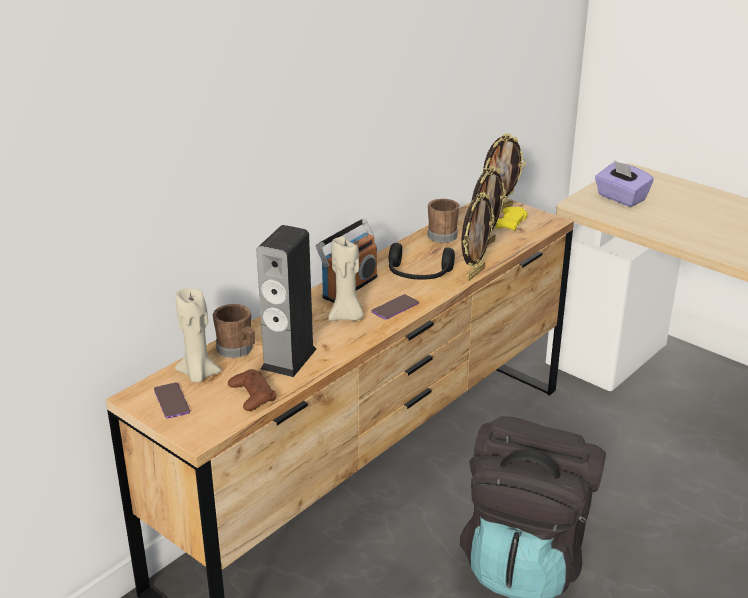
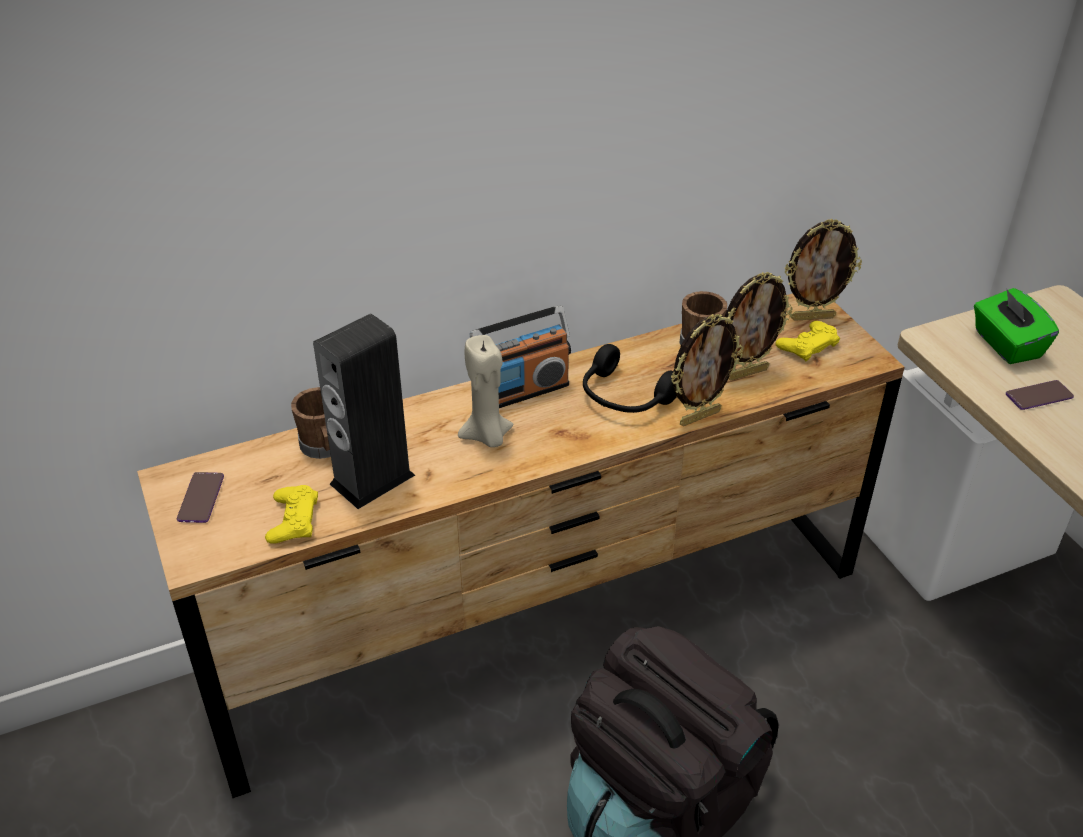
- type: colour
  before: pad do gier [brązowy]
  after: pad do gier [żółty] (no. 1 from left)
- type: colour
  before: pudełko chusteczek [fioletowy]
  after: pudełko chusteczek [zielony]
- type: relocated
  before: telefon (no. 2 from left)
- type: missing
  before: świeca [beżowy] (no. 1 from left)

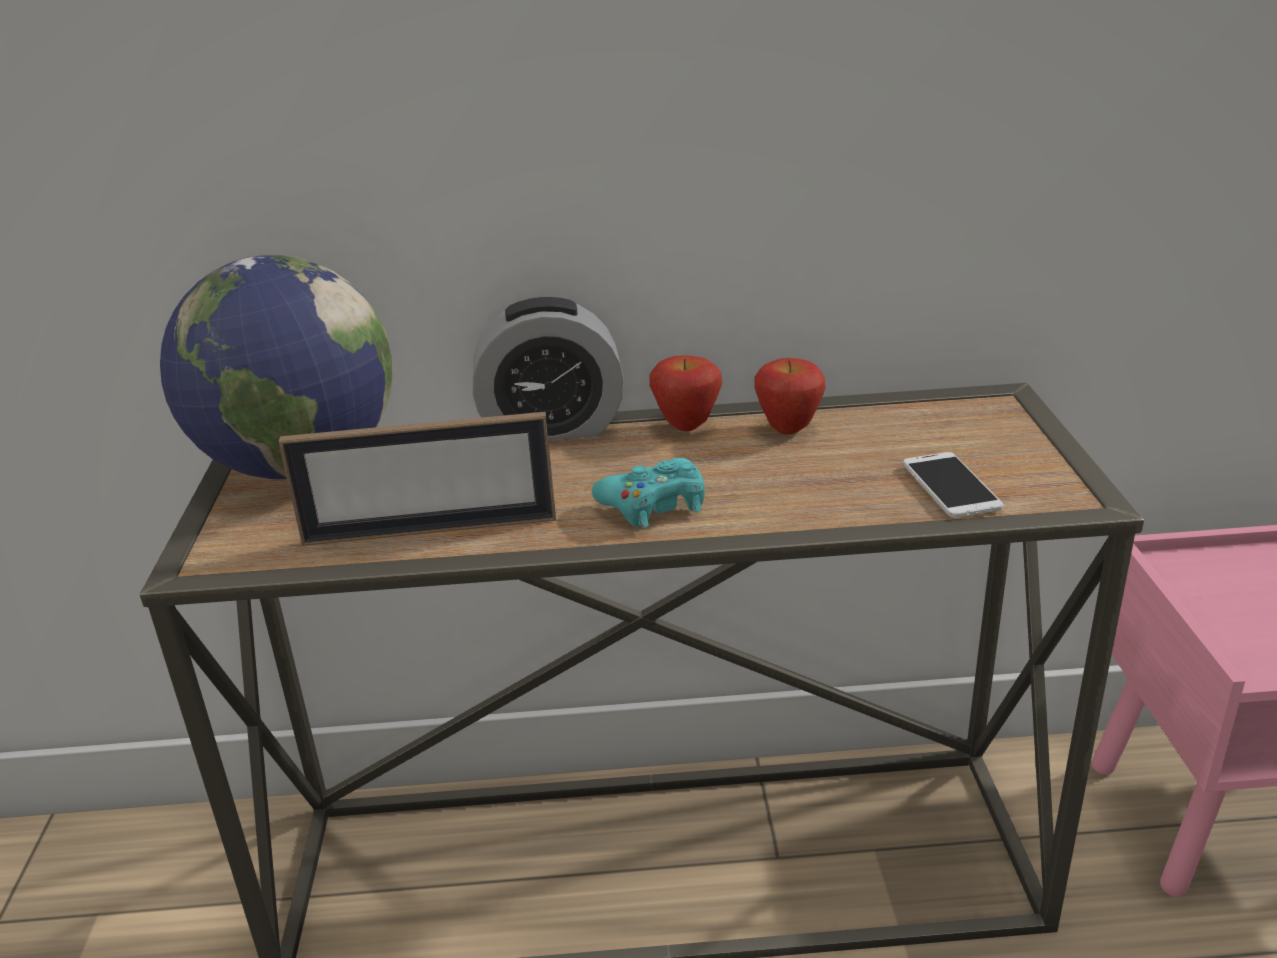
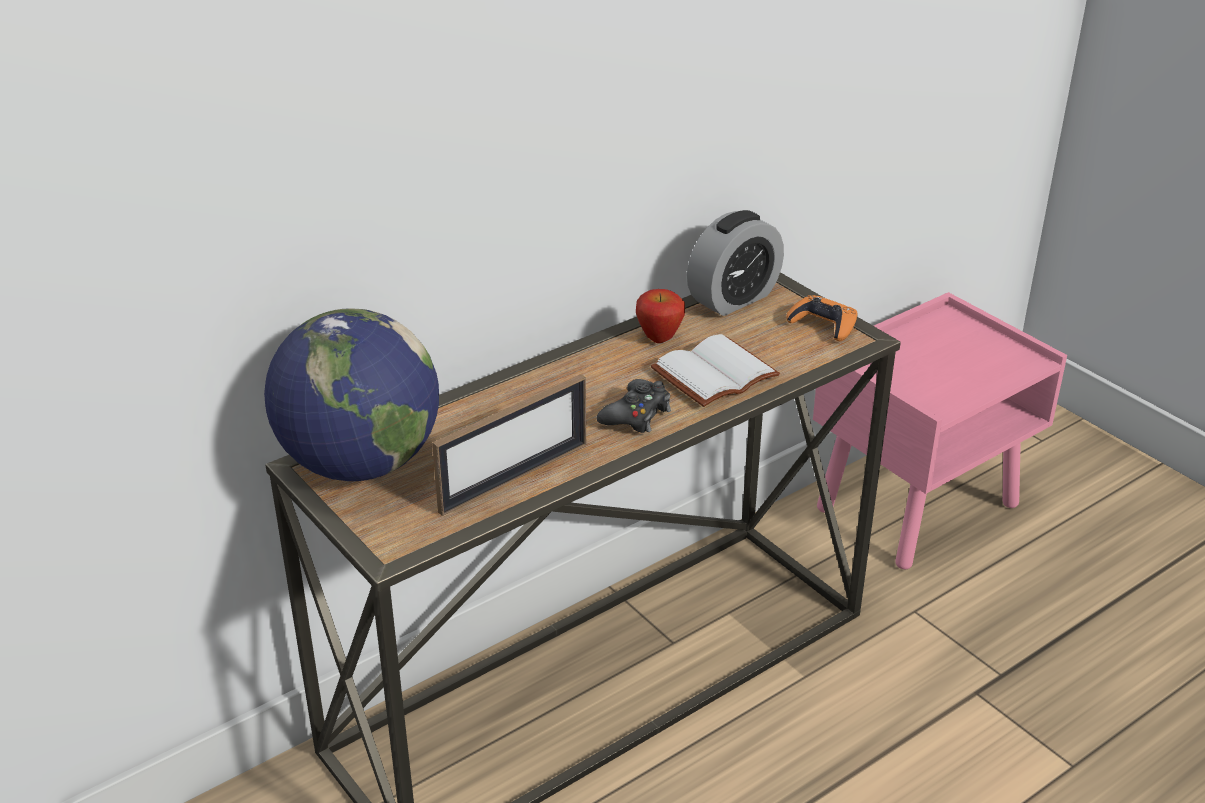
- type: colour
  before: pad do gier [turkusowy]
  after: pad do gier [czarny]
- type: appeared
  after: książka [biały]
- type: relocated
  before: budzik
- type: appeared
  after: pad do gier [pomarańczowy]
- type: missing
  before: jabłko (no. 1 from left)
- type: missing
  before: telefon

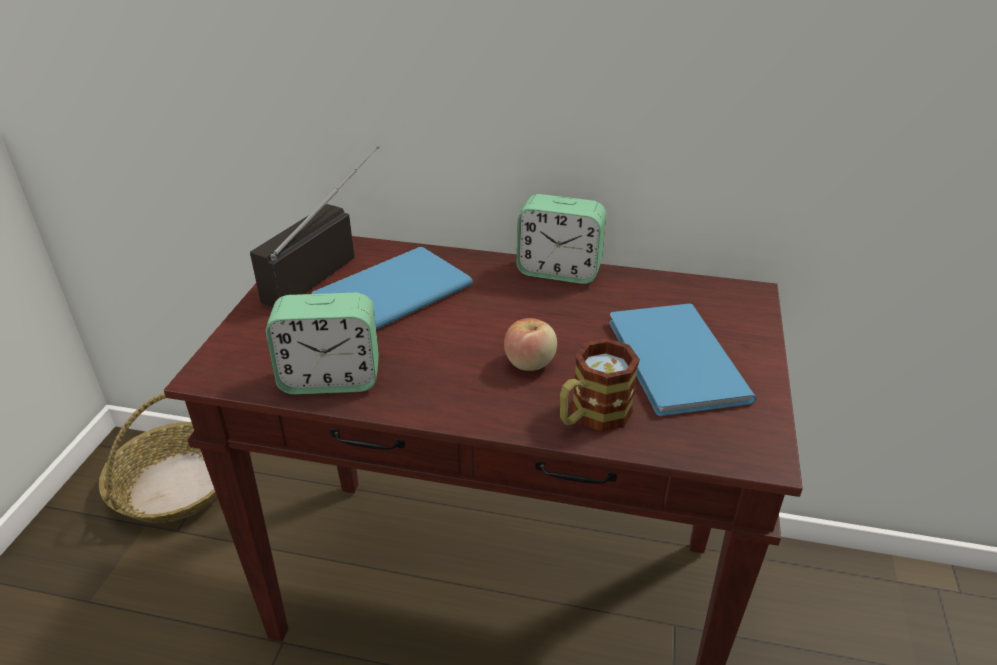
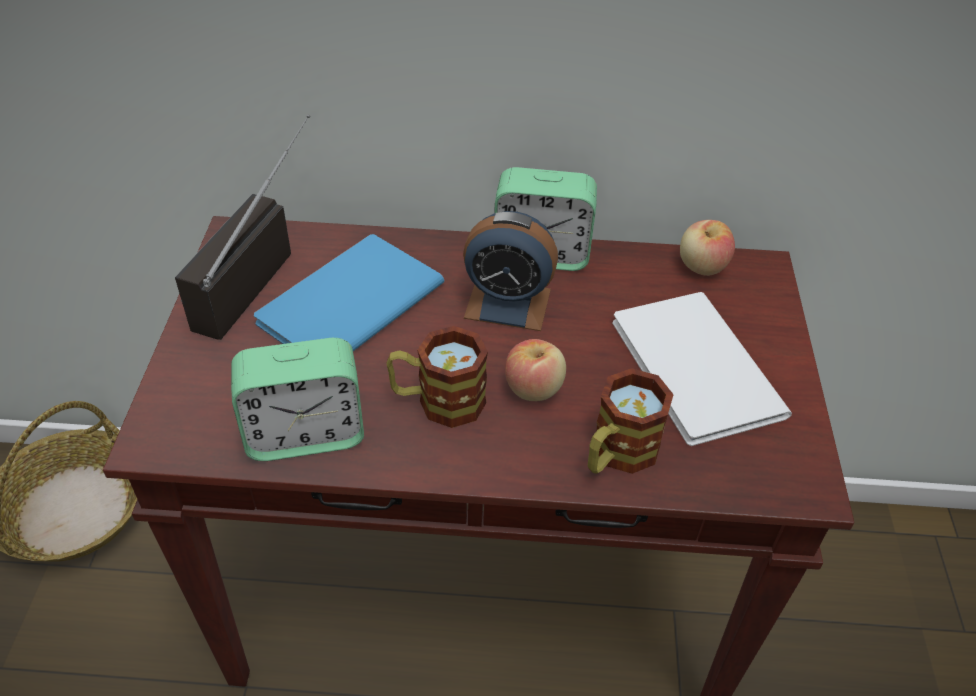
- type: appeared
  after: kubek (no. 1 from left)
- type: appeared
  after: budzik (no. 2 from left)
- type: colour
  before: książka [niebieski] (no. 2 from left)
  after: książka [biały]
- type: appeared
  after: jabłko (no. 2 from left)

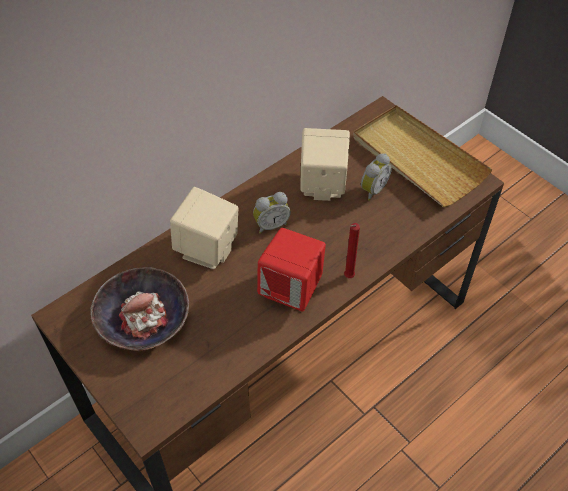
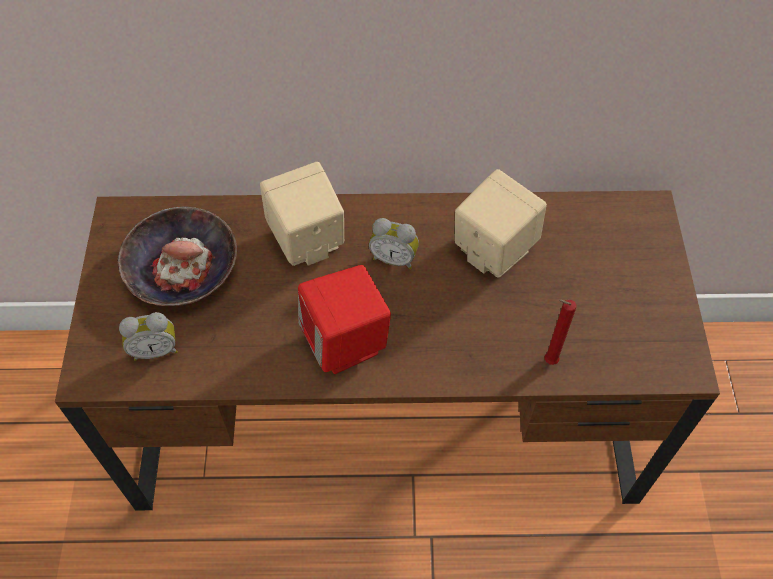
- type: relocated
  before: budzik (no. 2 from left in the first image)
  after: budzik (no. 1 from left)
- type: relocated
  before: świeca [czerwony]
- type: missing
  before: taca [beżowy]

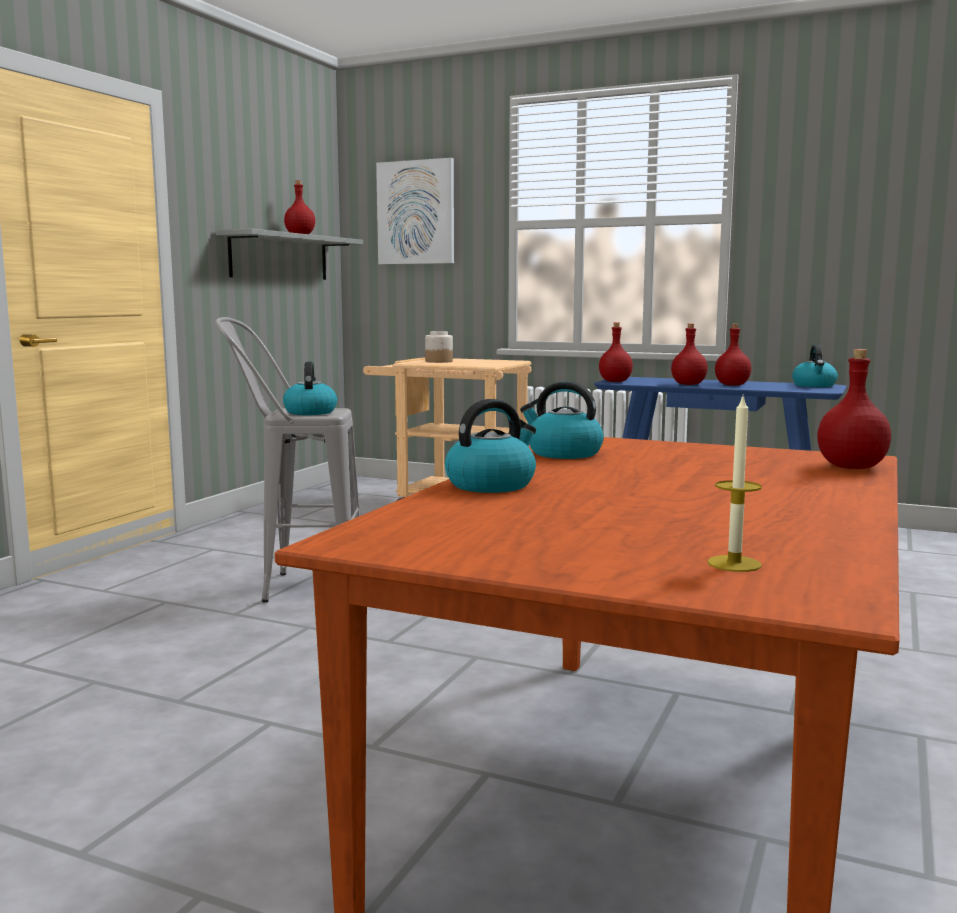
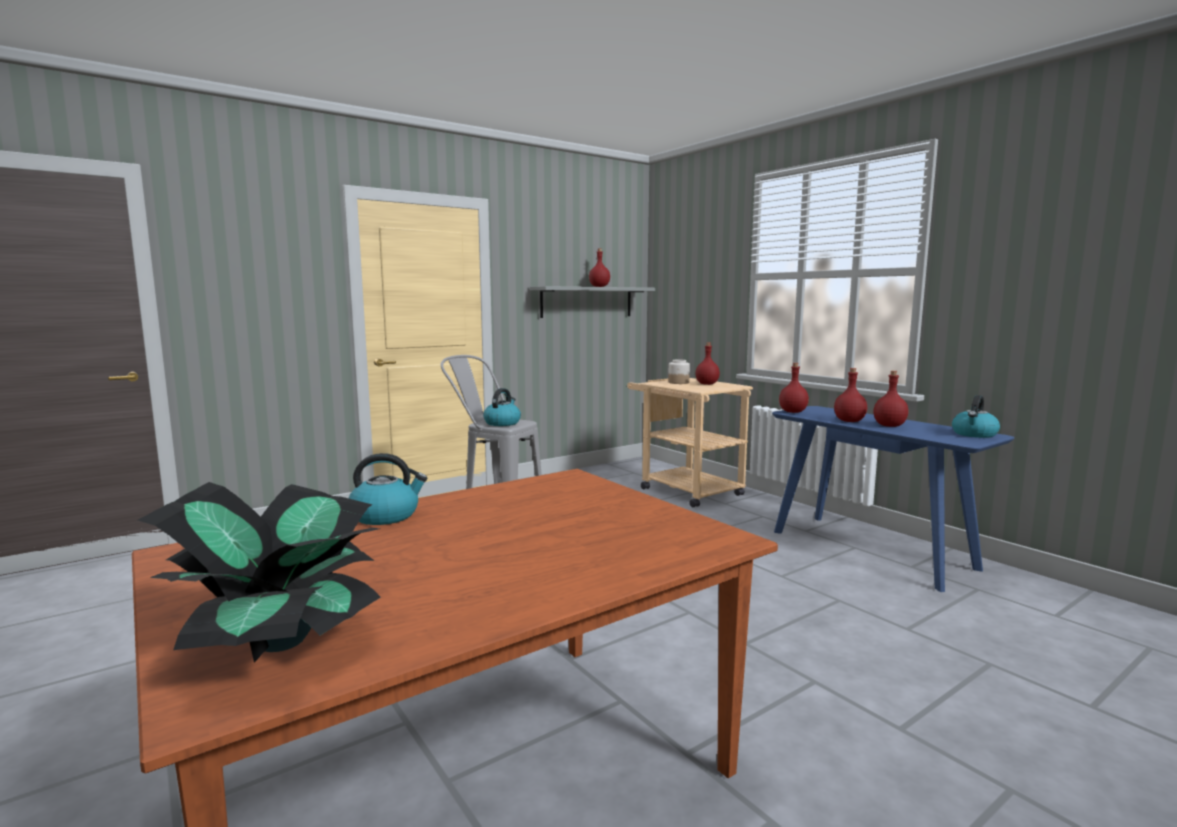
- type: exchanged
  before: świeca
  after: roślina doniczkowa
- type: relocated
  before: butelka [czerwony] (no. 5 from left in the first image)
  after: butelka [czerwony] (no. 2 from left)
- type: missing
  before: obraz
- type: missing
  before: czajnik (no. 3 from left)

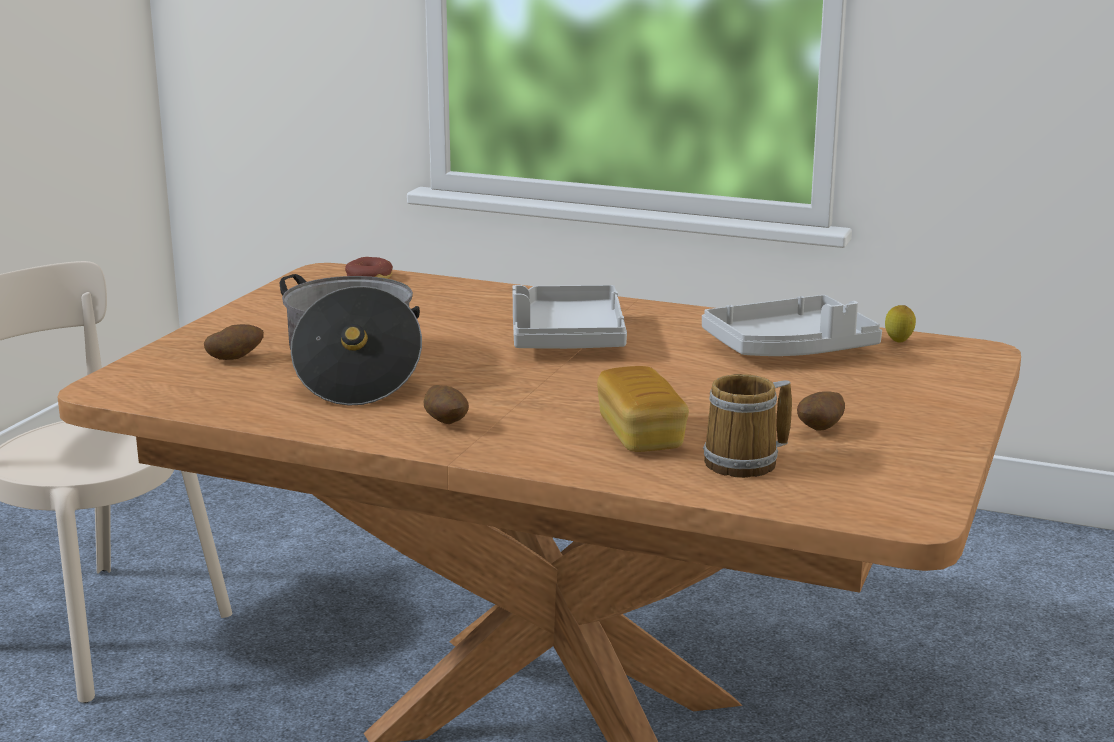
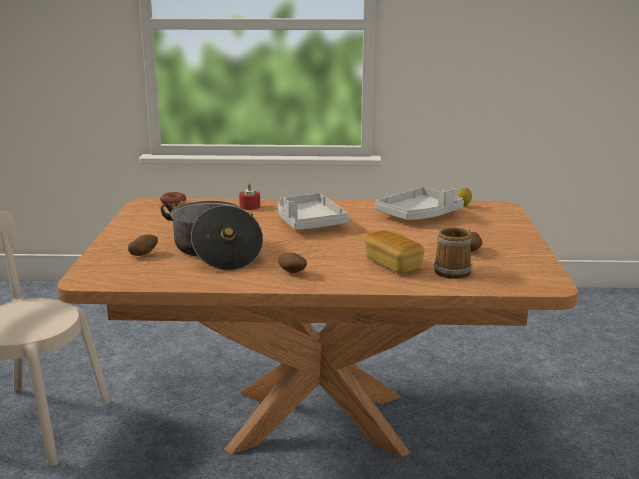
- type: appeared
  after: świeca [czerwony]

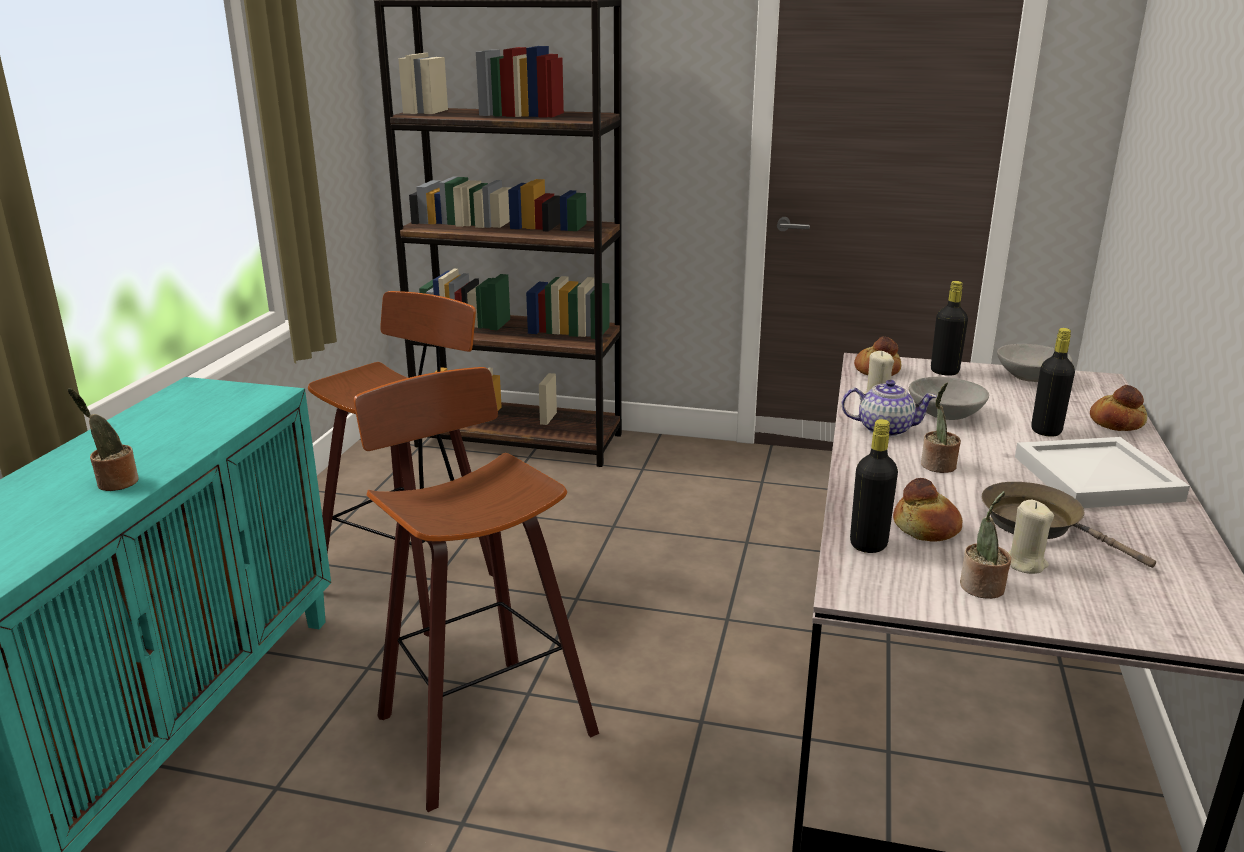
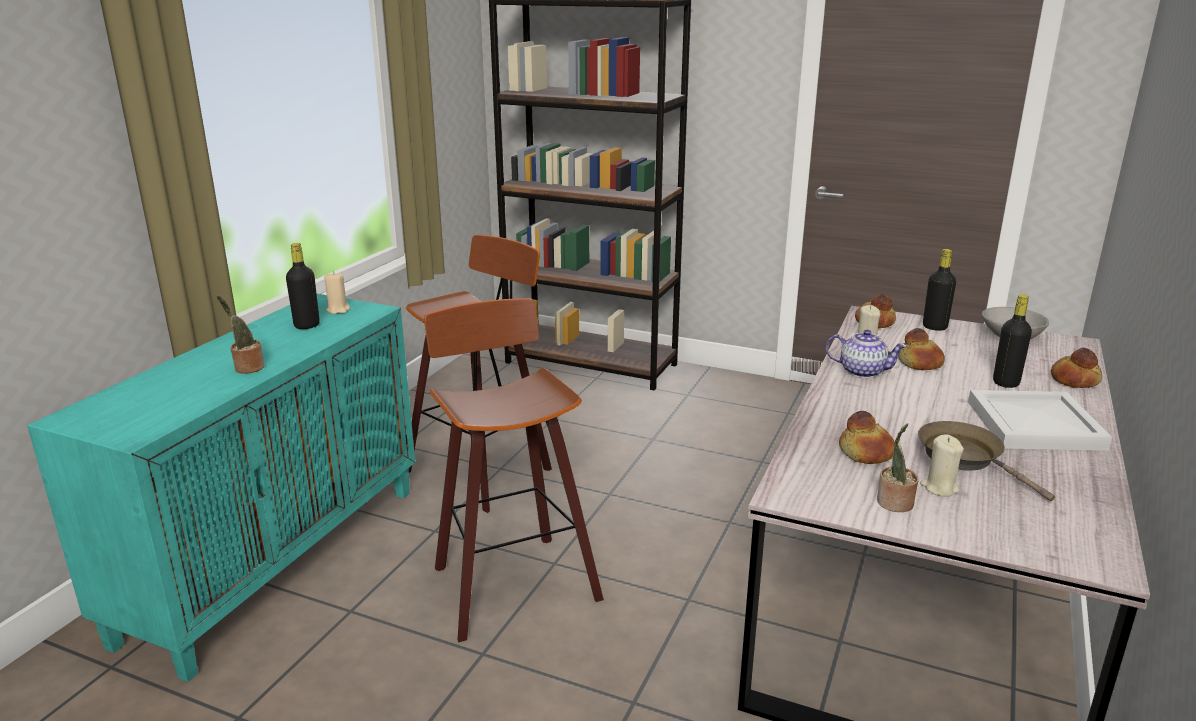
- type: relocated
  before: butelka [czarny] (no. 1 from left)
- type: appeared
  after: świeca [beżowy] (no. 1 from left)
- type: exchanged
  before: miska [szary] (no. 1 from left)
  after: chleb (no. 3 from left)
- type: missing
  before: roślina doniczkowa (no. 2 from left)

